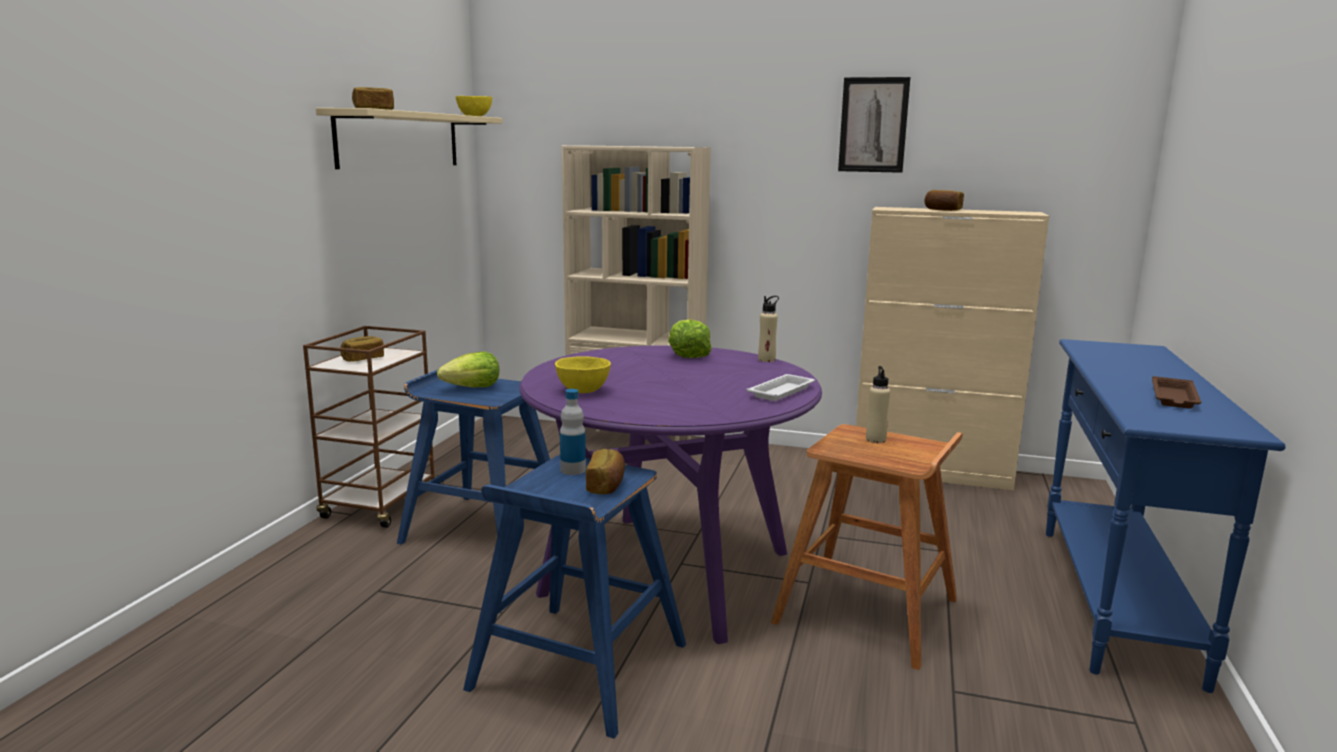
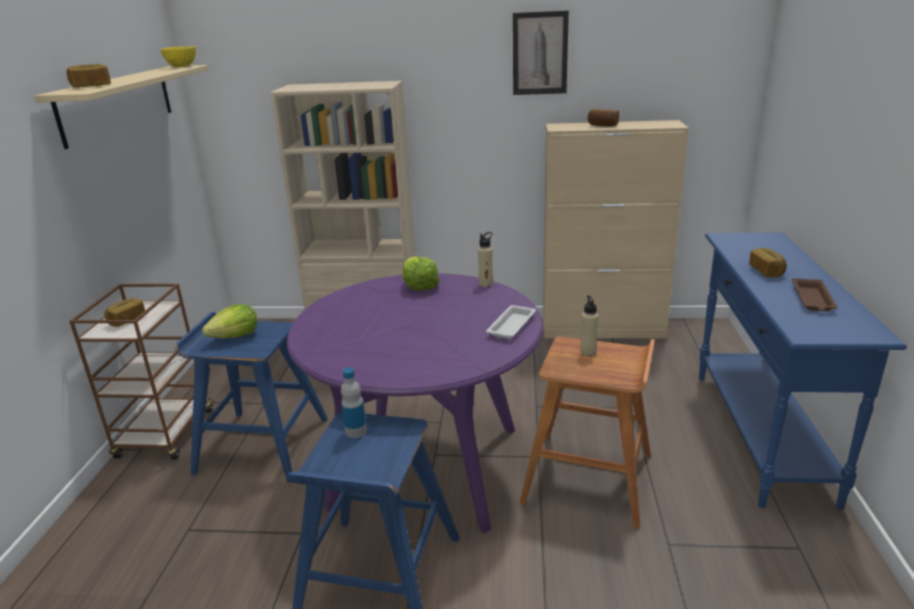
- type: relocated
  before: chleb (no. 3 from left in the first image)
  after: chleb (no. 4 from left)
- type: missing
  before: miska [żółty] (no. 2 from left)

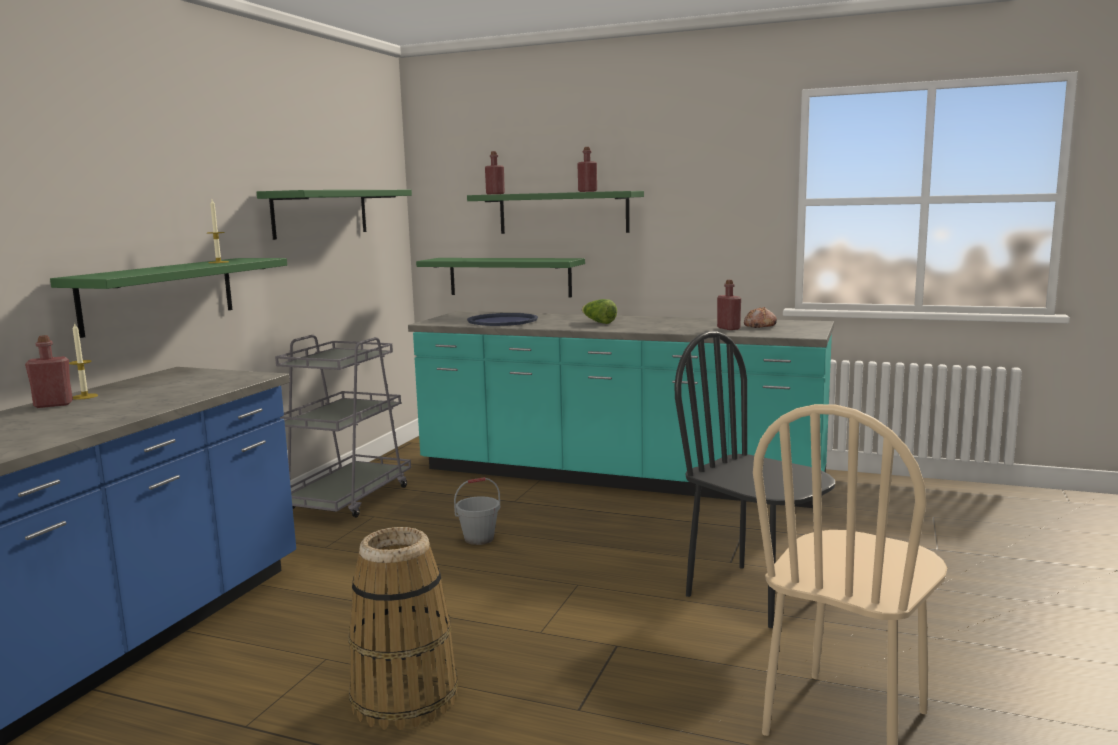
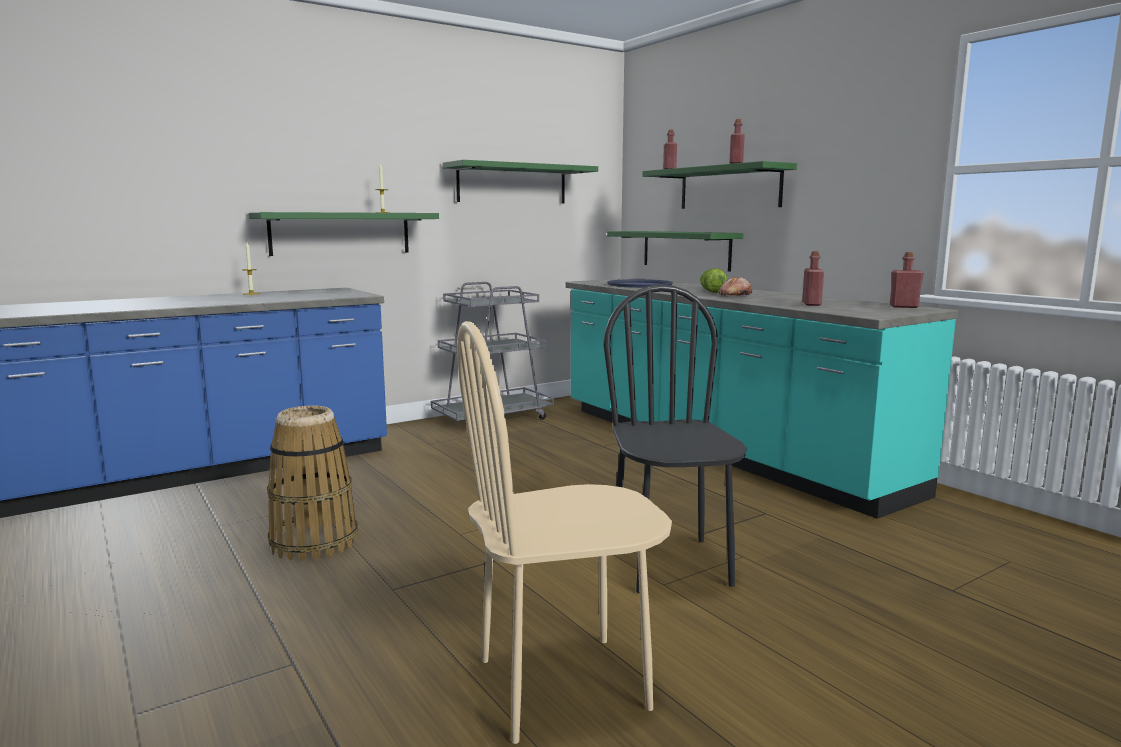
- type: relocated
  before: chleb
- type: relocated
  before: butelka [czerwony] (no. 1 from left in the first image)
  after: butelka [czerwony] (no. 4 from left)
- type: missing
  before: wiadro [szary]

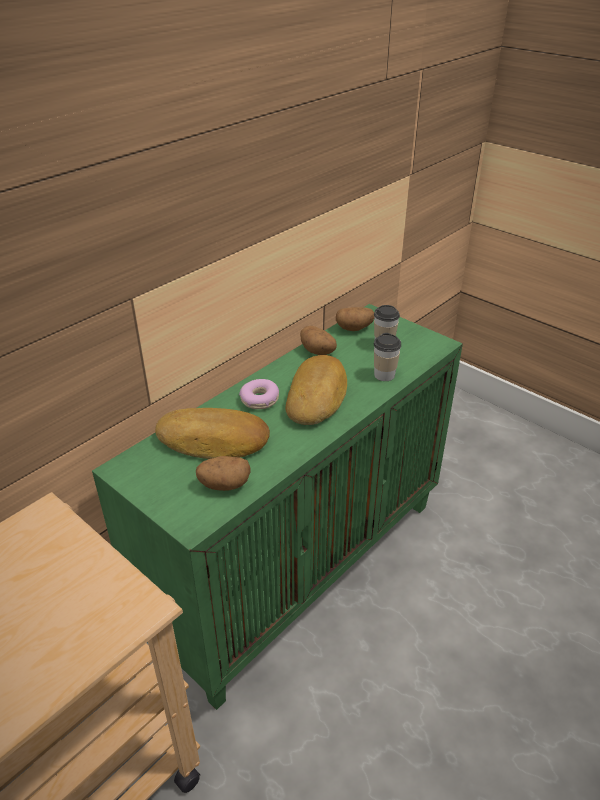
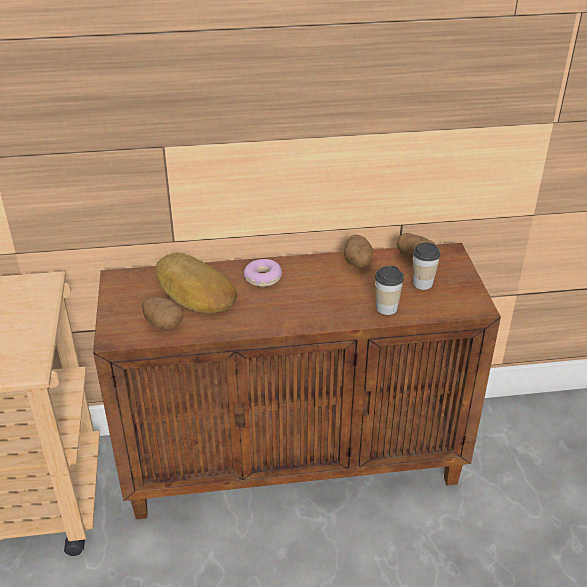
- type: colour
  before: szafka [zielony]
  after: szafka [brązowy]
- type: missing
  before: chleb (no. 2 from left)

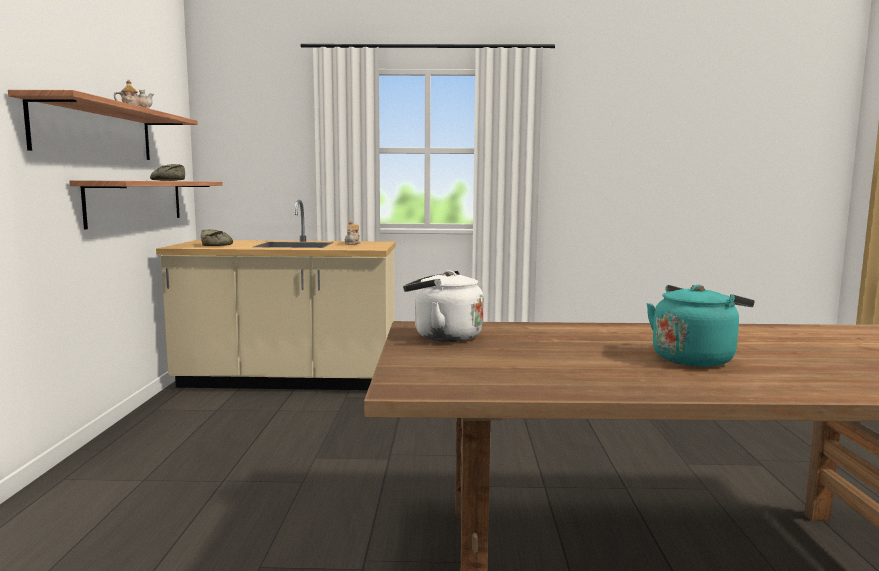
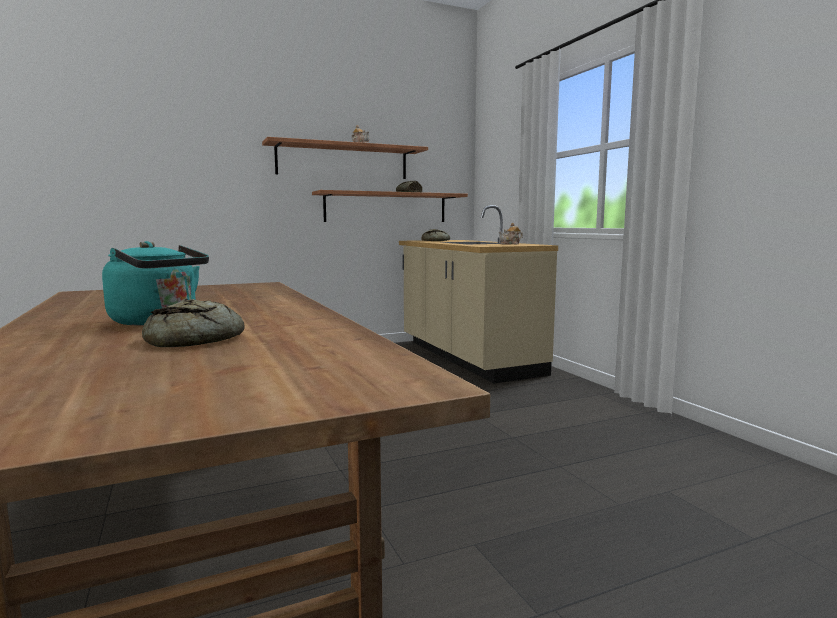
- type: appeared
  after: chleb (no. 1 from left)
- type: missing
  before: czajnik [biały]

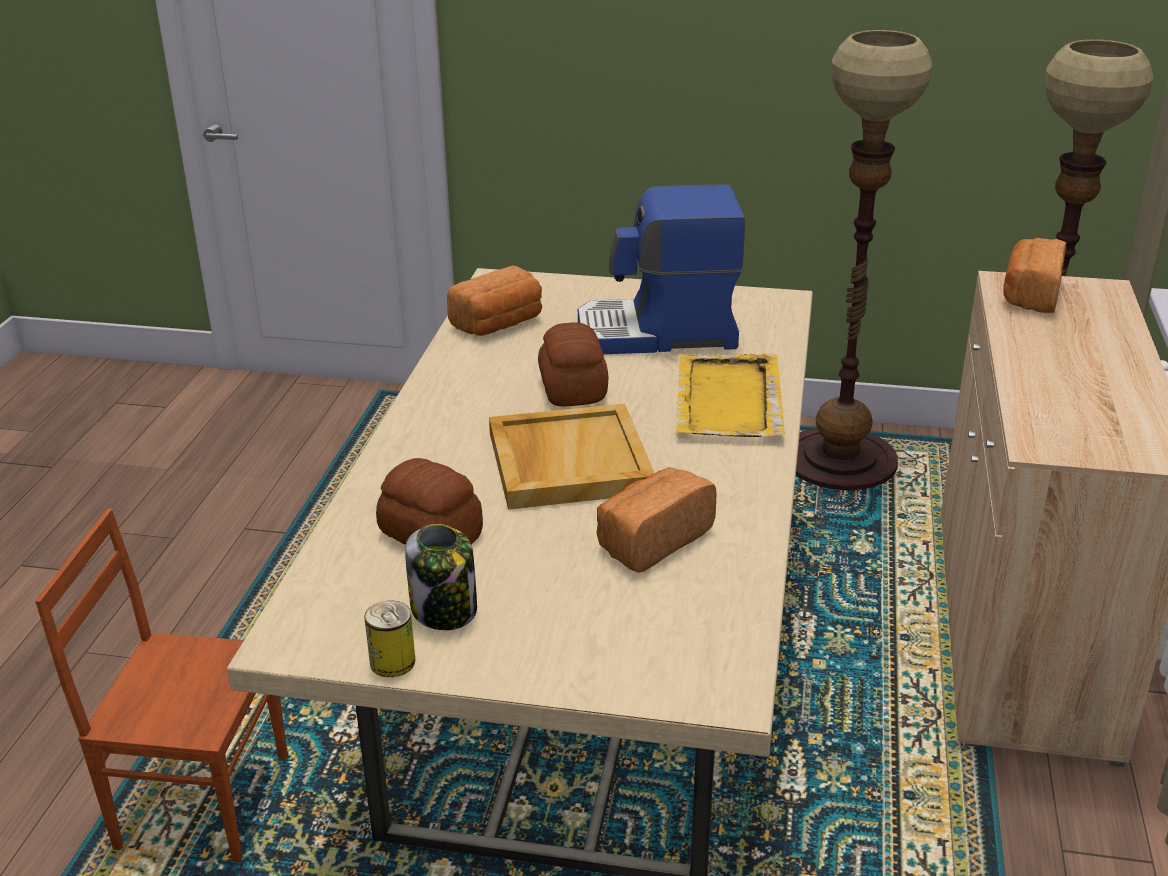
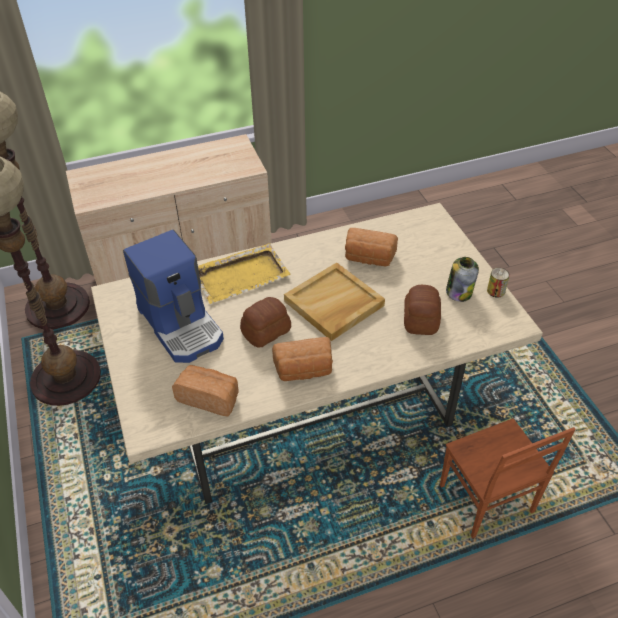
- type: relocated
  before: chleb (no. 5 from left in the first image)
  after: chleb (no. 3 from left)

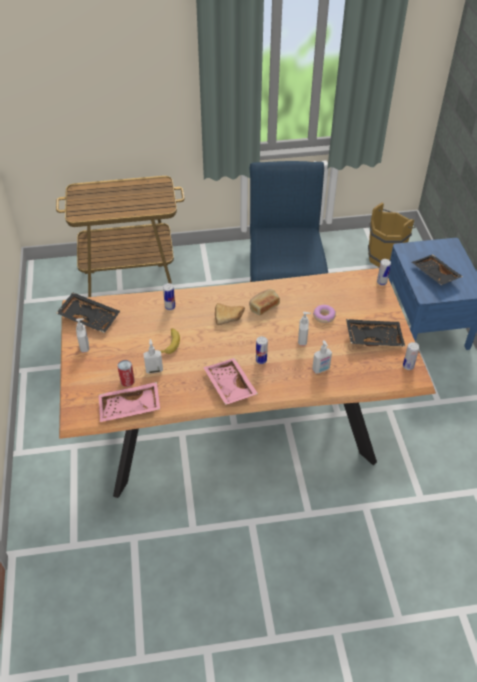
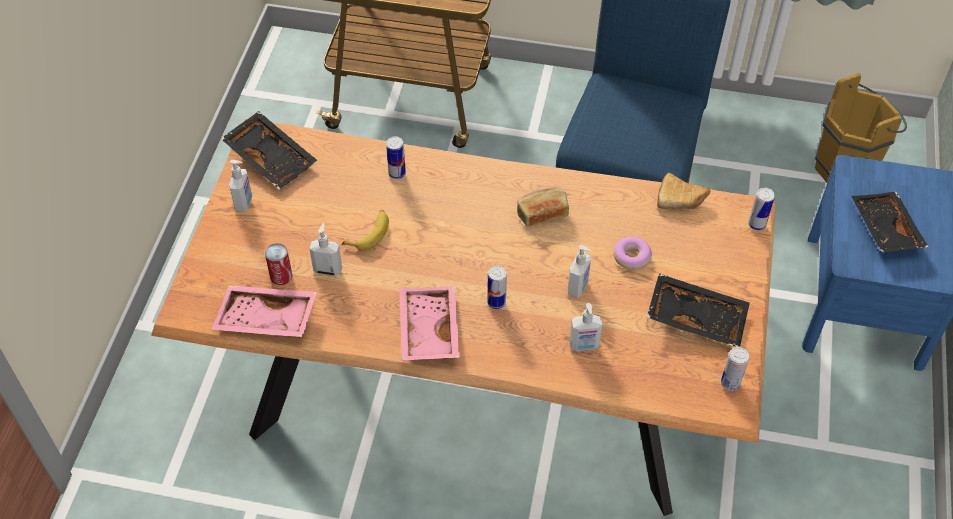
- type: relocated
  before: chleb (no. 1 from left in the first image)
  after: chleb (no. 2 from left)

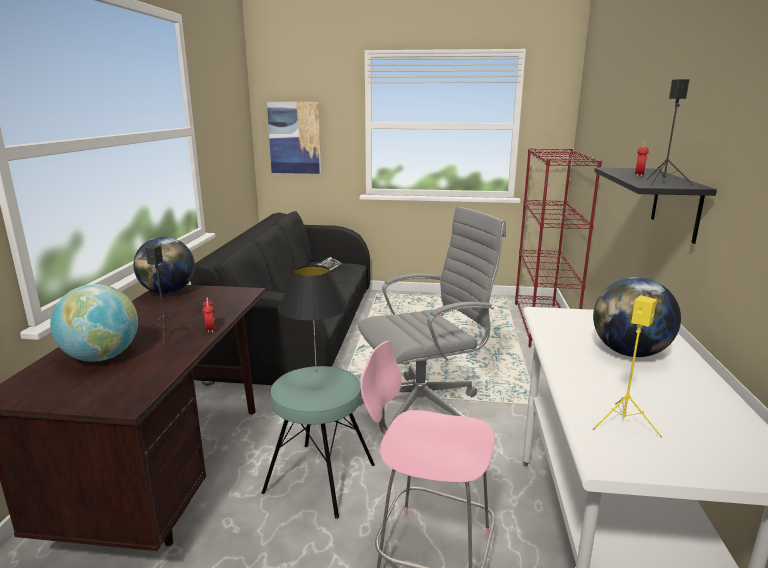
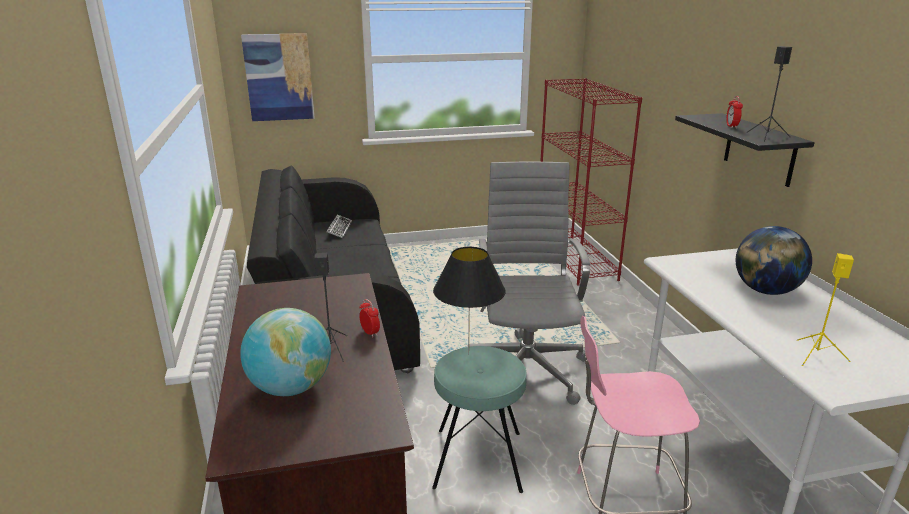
- type: spun
  before: krzesło biurowe [szary]
  turn: -45
- type: missing
  before: globus (no. 2 from left)

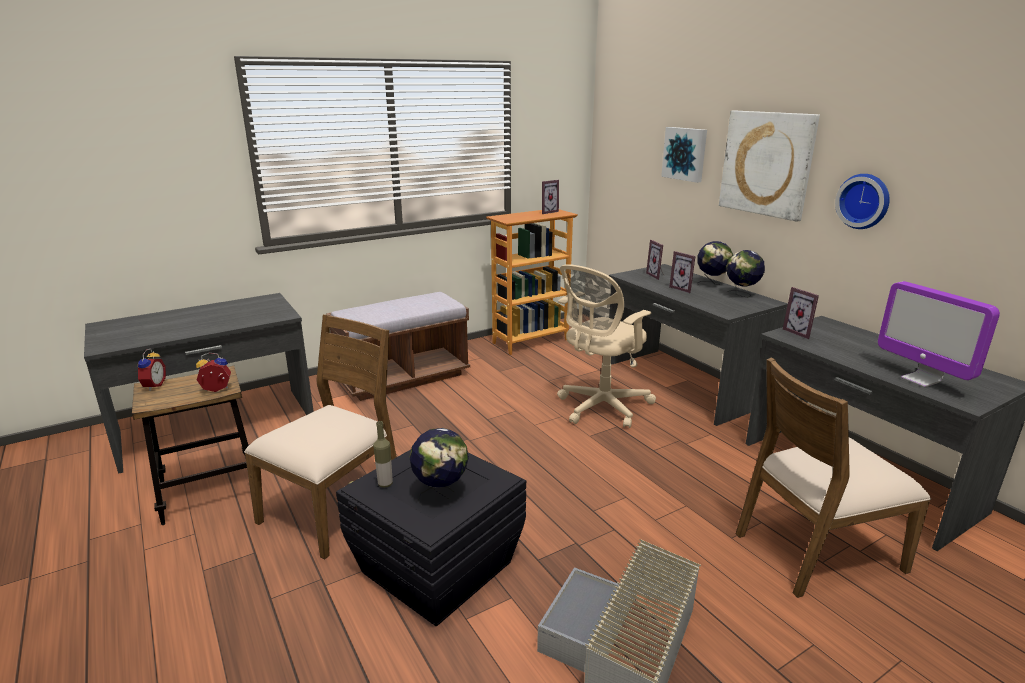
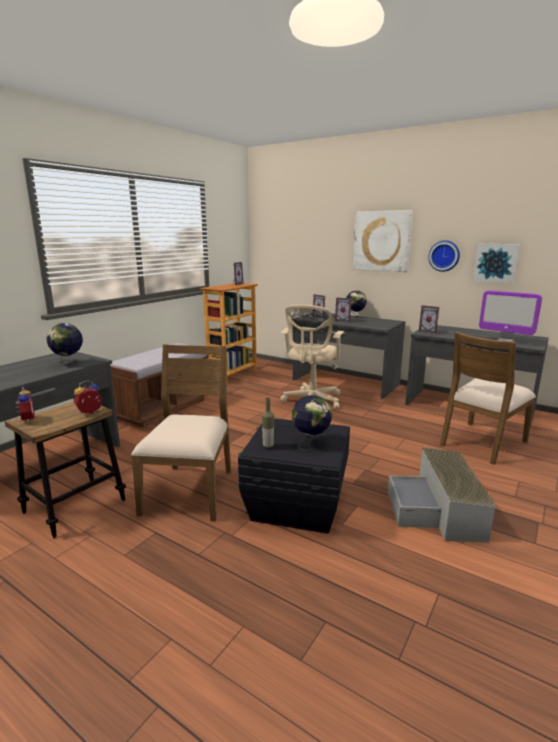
- type: relocated
  before: globus (no. 3 from left in the first image)
  after: globus (no. 1 from left)
- type: relocated
  before: obraz (no. 1 from left in the first image)
  after: obraz (no. 2 from left)

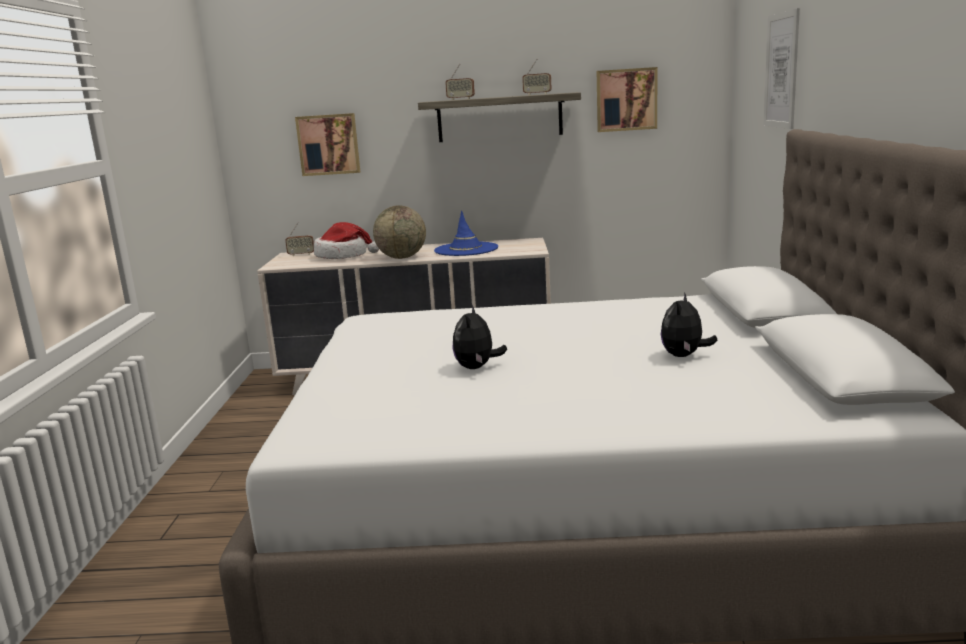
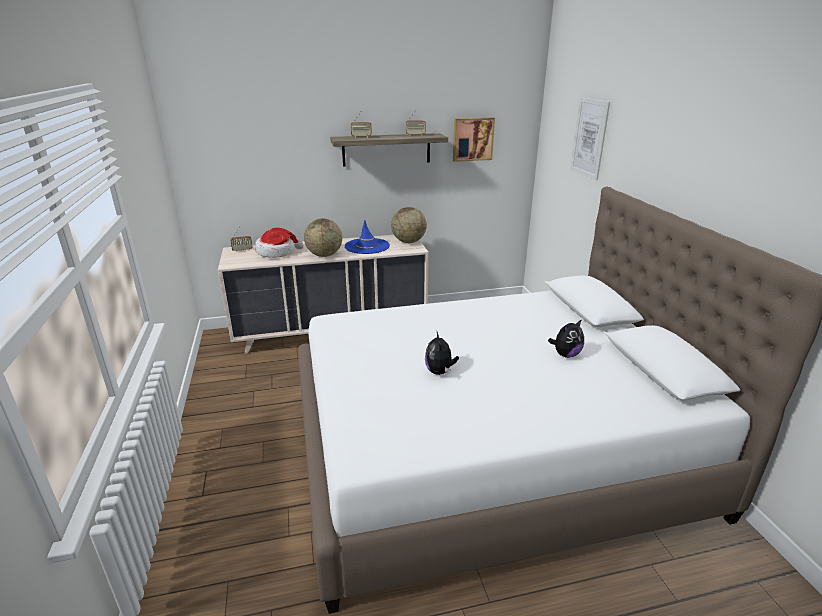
- type: appeared
  after: globus (no. 2 from left)
- type: spun
  before: pluszak (no. 2 from left)
  turn: -135
- type: missing
  before: obraz (no. 1 from left)

